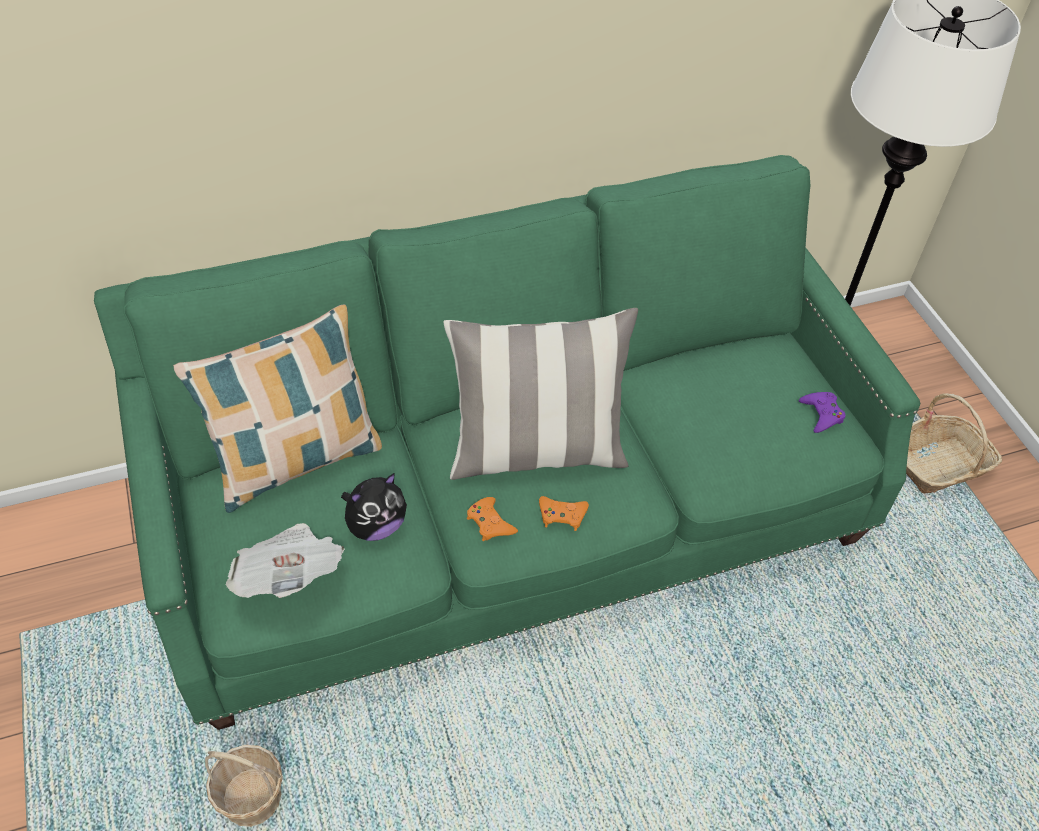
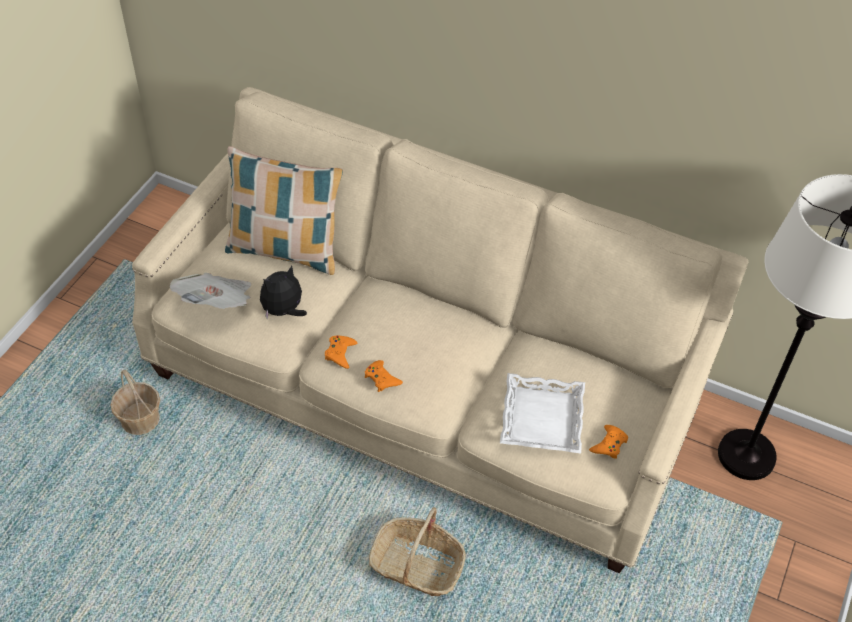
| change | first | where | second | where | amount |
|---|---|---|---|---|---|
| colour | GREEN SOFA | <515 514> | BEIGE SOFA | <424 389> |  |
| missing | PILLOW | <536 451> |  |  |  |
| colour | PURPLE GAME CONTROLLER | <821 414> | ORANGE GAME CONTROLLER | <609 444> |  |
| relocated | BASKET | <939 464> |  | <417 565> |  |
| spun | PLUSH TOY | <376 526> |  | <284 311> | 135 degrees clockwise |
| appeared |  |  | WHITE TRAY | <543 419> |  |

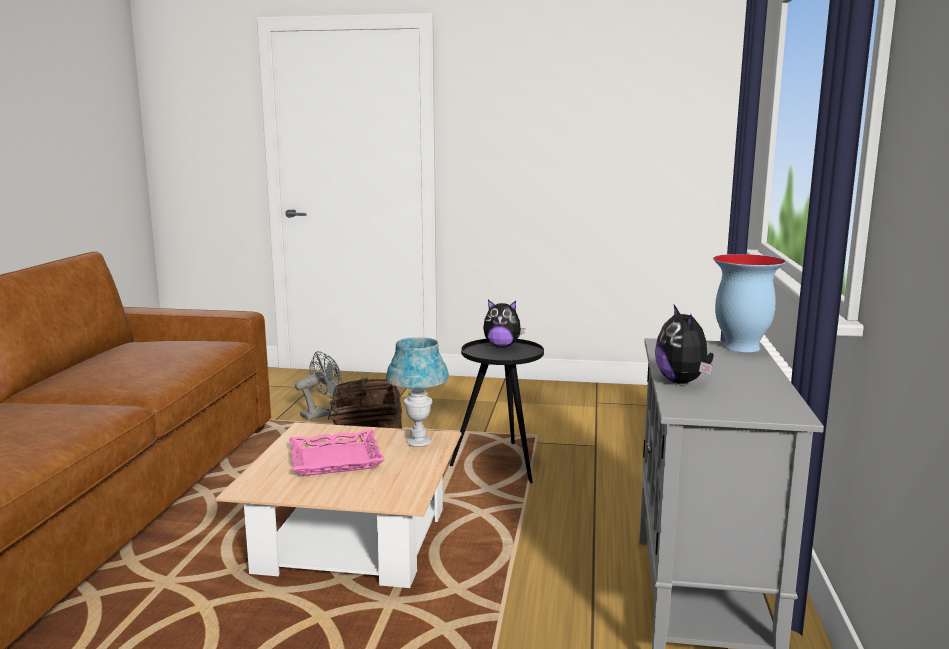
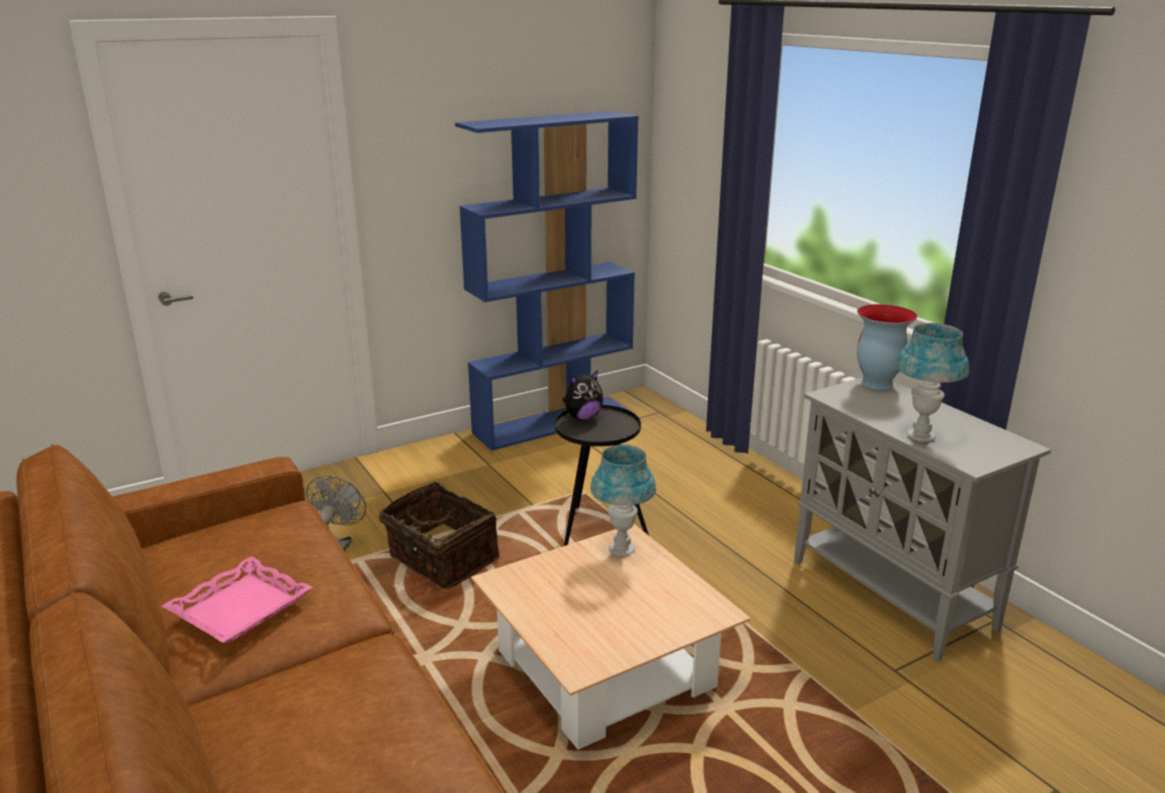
| change | first | where | second | where | amount |
|---|---|---|---|---|---|
| exchanged | PLUSH TOY | <683 382> | BLUE TABLE LAMP | <920 436> |  |
| relocated | PINK TRAY | <335 460> |  | <240 608> |  |
| appeared |  |  | BLUE BOOKCASE | <553 422> |  |

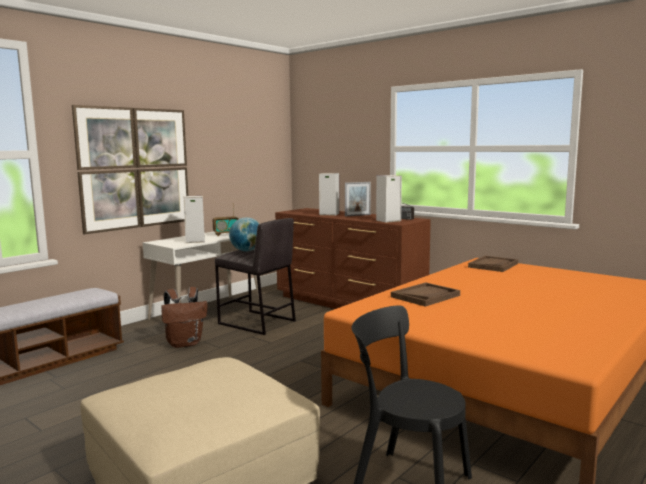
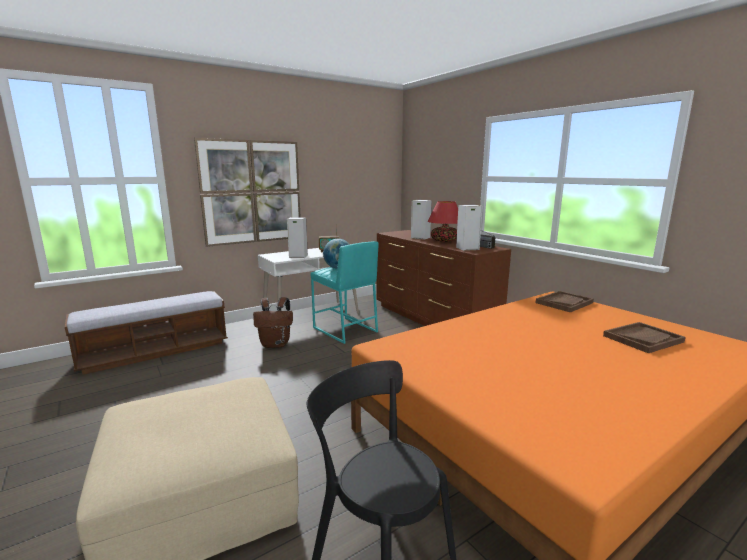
| change | first | where | second | where | amount |
|---|---|---|---|---|---|
| exchanged | PICTURE FRAME | <357 215> | RED TABLE LAMP | <444 240> |  |
| colour | GREY STOOL | <257 322> | TURQUOISE STOOL | <344 330> |  |
| relocated | BROWN TRAY | <425 296> |  | <642 339> |  |

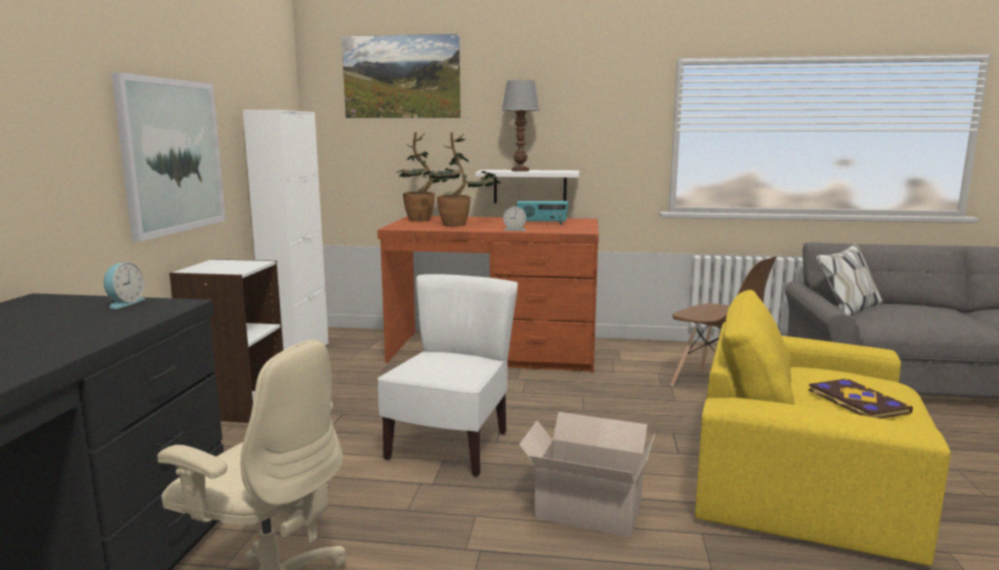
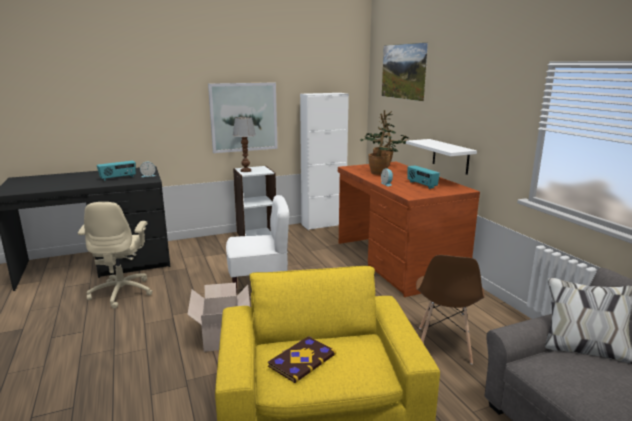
| change | first | where | second | where | amount |
|---|---|---|---|---|---|
| relocated | TABLE LAMP | <519 171> |  | <245 170> |  |
| appeared |  |  | RADIO | <118 178> |  |

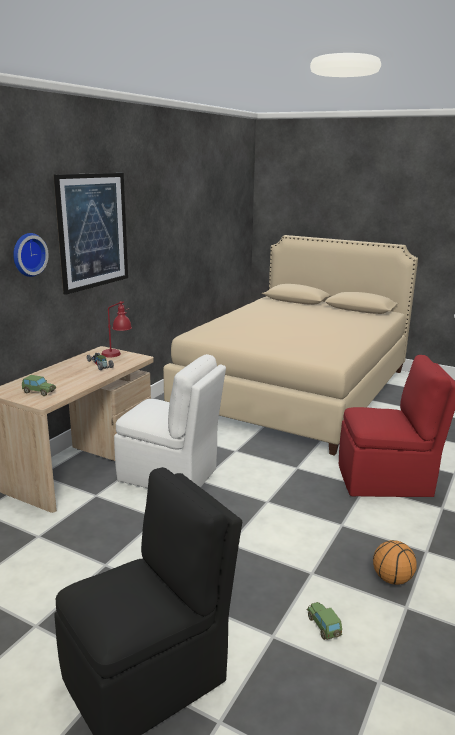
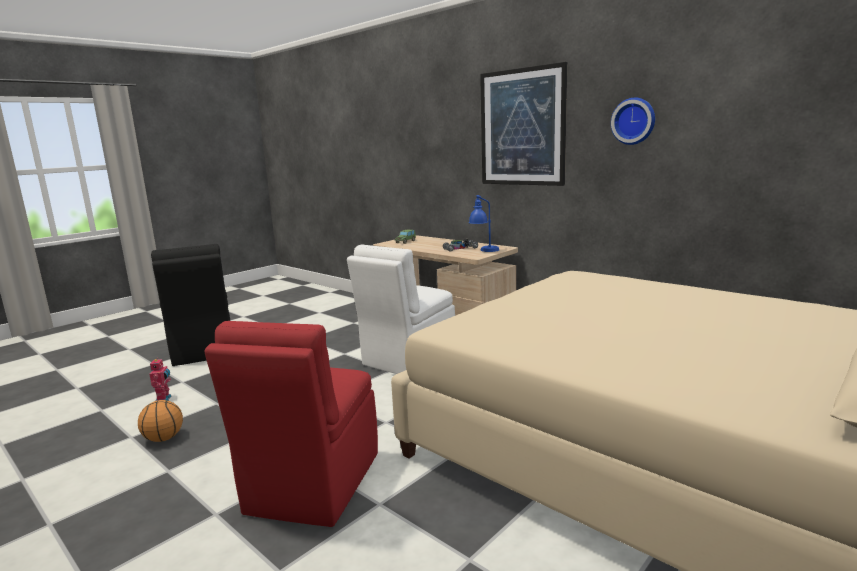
| change | first | where | second | where | amount |
|---|---|---|---|---|---|
| relocated | WALL CLOCK | <27 254> |  | <634 121> |  |
| colour | RED TABLE LAMP | <117 355> | BLUE TABLE LAMP | <484 251> |  |
| exchanged | TOY CAR | <323 626> | TOY ROBOT | <164 399> |  |

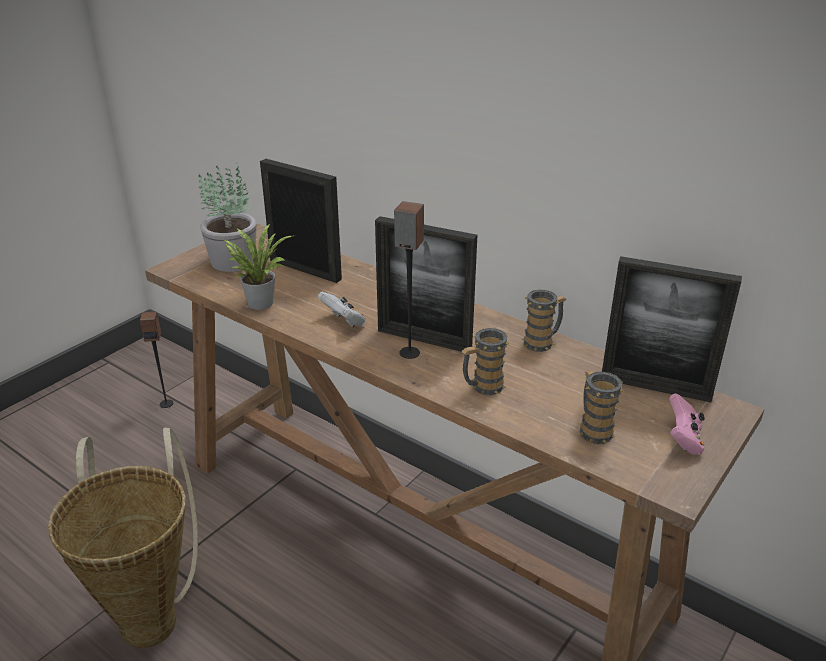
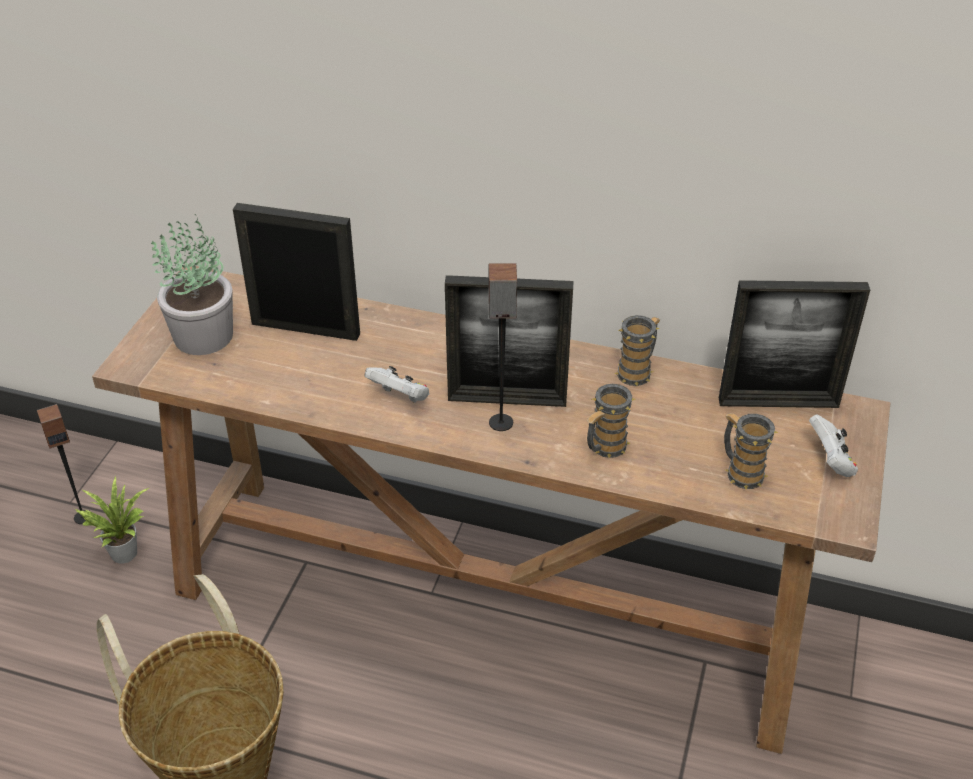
| change | first | where | second | where | amount |
|---|---|---|---|---|---|
| relocated | POTTED PLANT | <260 301> |  | <122 551> |  |
| colour | PINK GAME CONTROLLER | <683 440> | WHITE GAME CONTROLLER | <831 461> |  |

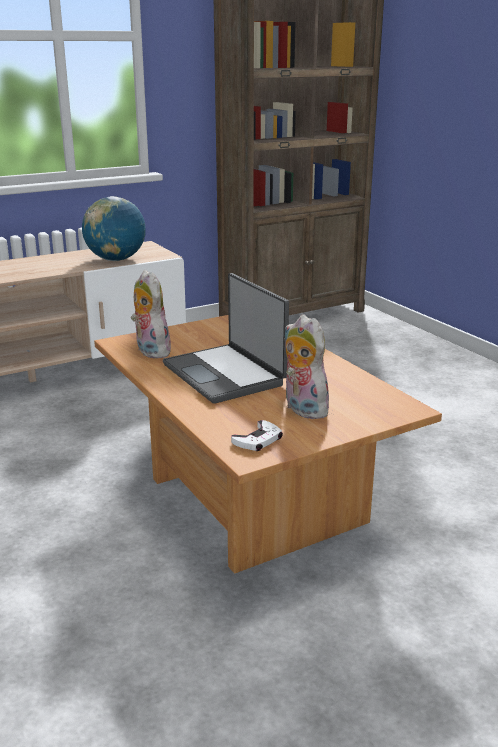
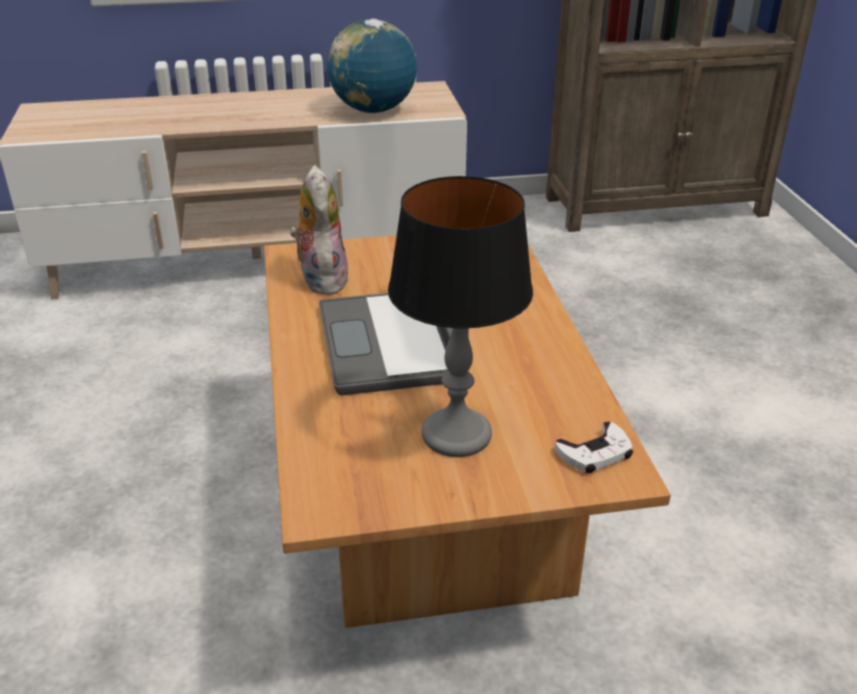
| change | first | where | second | where | amount |
|---|---|---|---|---|---|
| exchanged | PLUSH TOY | <302 409> | TABLE LAMP | <457 435> |  |
| relocated | WHITE GAME CONTROLLER | <258 440> |  | <595 453> |  |

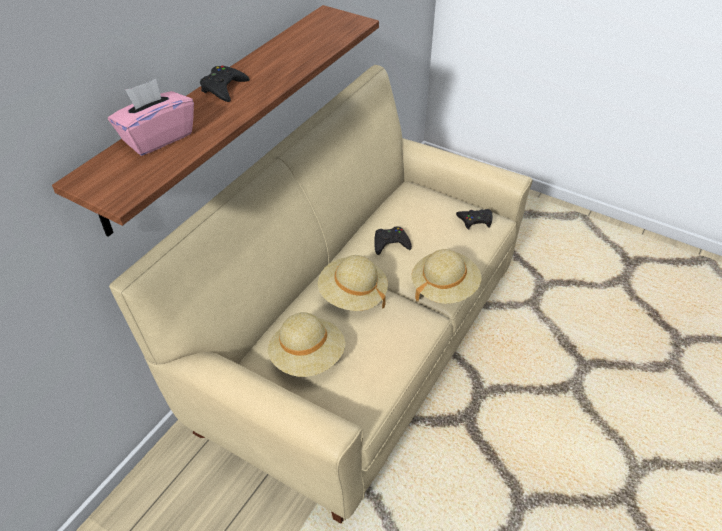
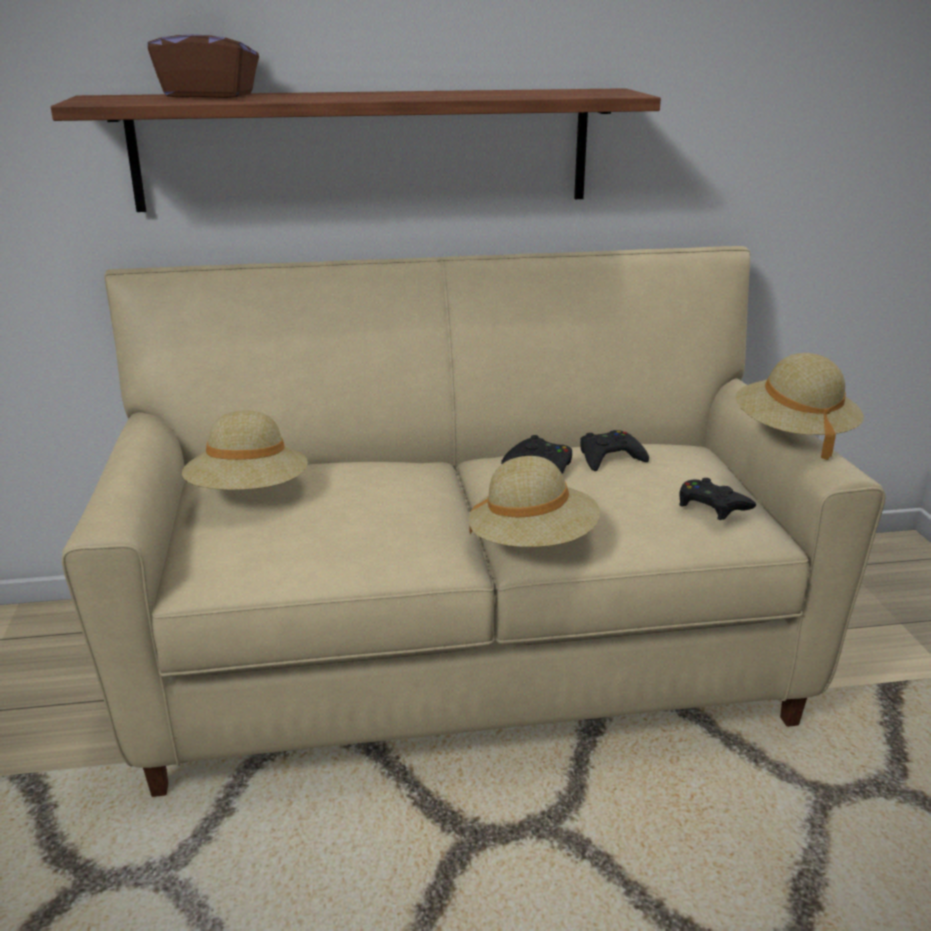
| change | first | where | second | where | amount |
|---|---|---|---|---|---|
| relocated | BLACK GAME CONTROLLER | <224 88> |  | <610 457> |  |
| colour | PINK TISSUE BOX | <157 138> | BROWN TISSUE BOX | <209 95> |  |
| relocated | BEIGE HAT | <352 295> |  | <793 434> |  |

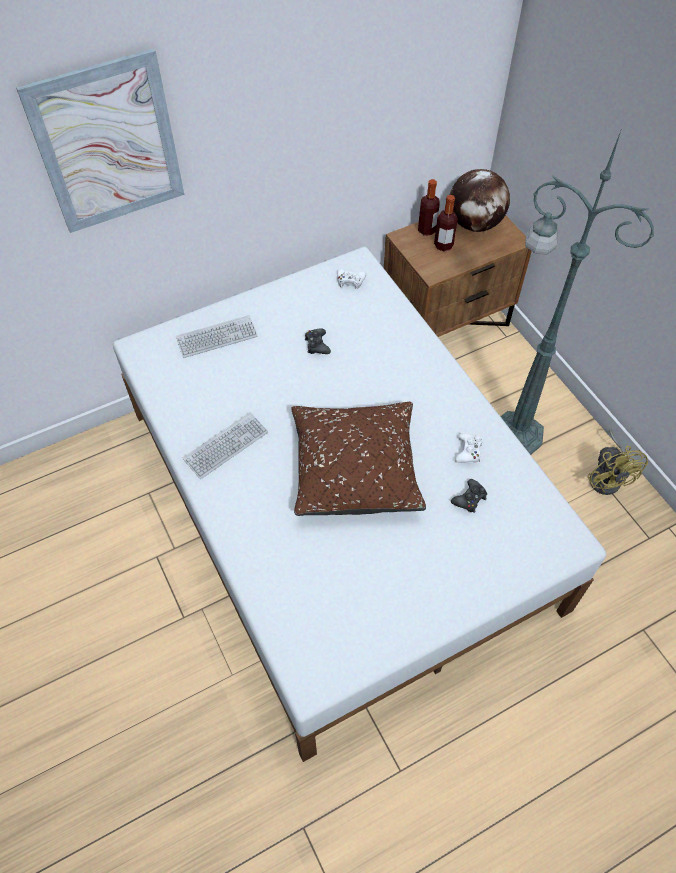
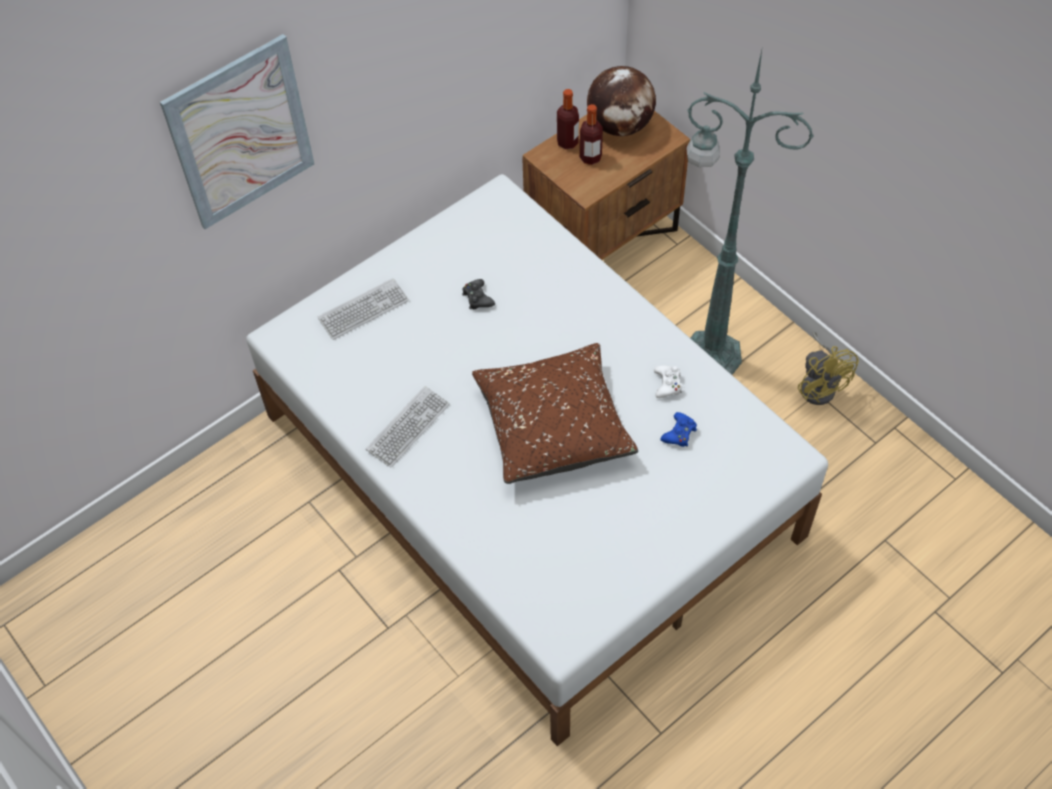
| change | first | where | second | where | amount |
|---|---|---|---|---|---|
| missing | WHITE GAME CONTROLLER | <350 281> |  |  |  |
| colour | BLACK GAME CONTROLLER | <469 499> | BLUE GAME CONTROLLER | <679 433> |  |

